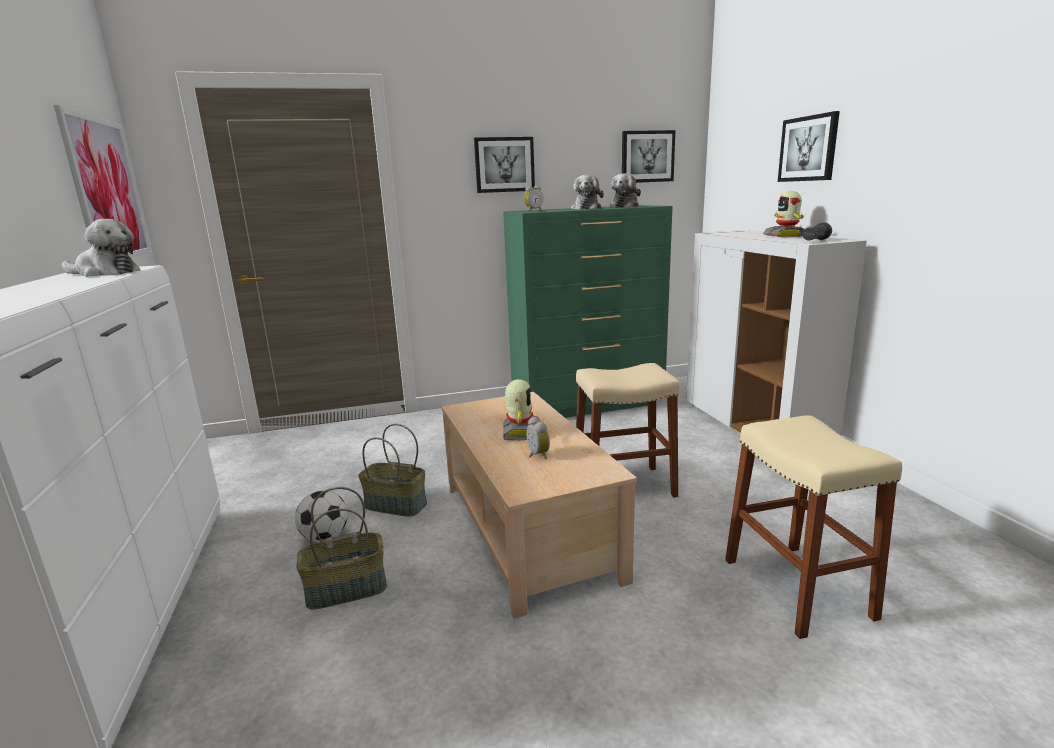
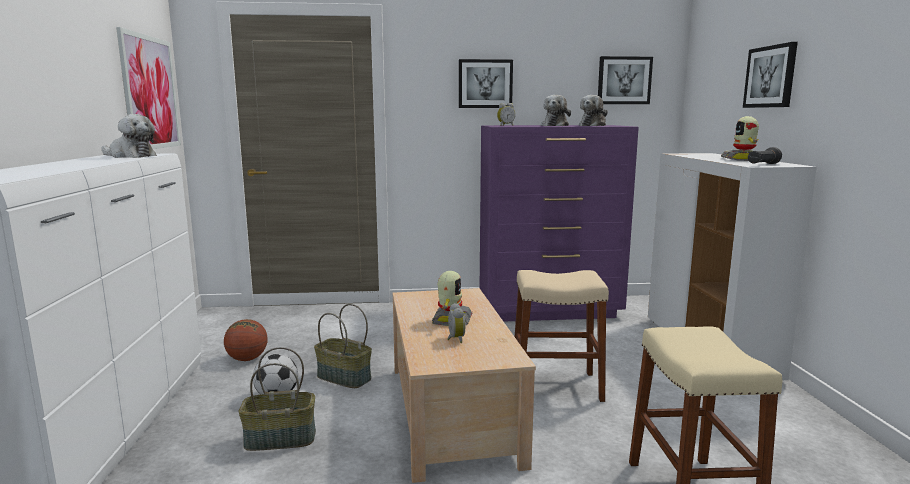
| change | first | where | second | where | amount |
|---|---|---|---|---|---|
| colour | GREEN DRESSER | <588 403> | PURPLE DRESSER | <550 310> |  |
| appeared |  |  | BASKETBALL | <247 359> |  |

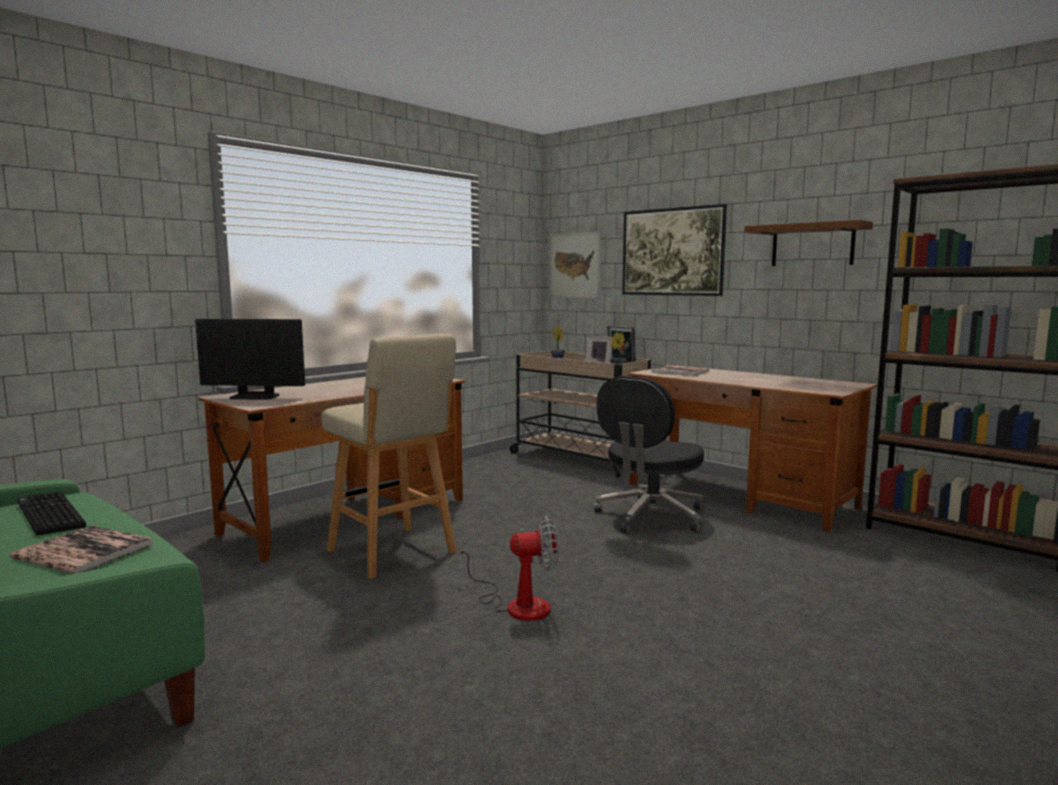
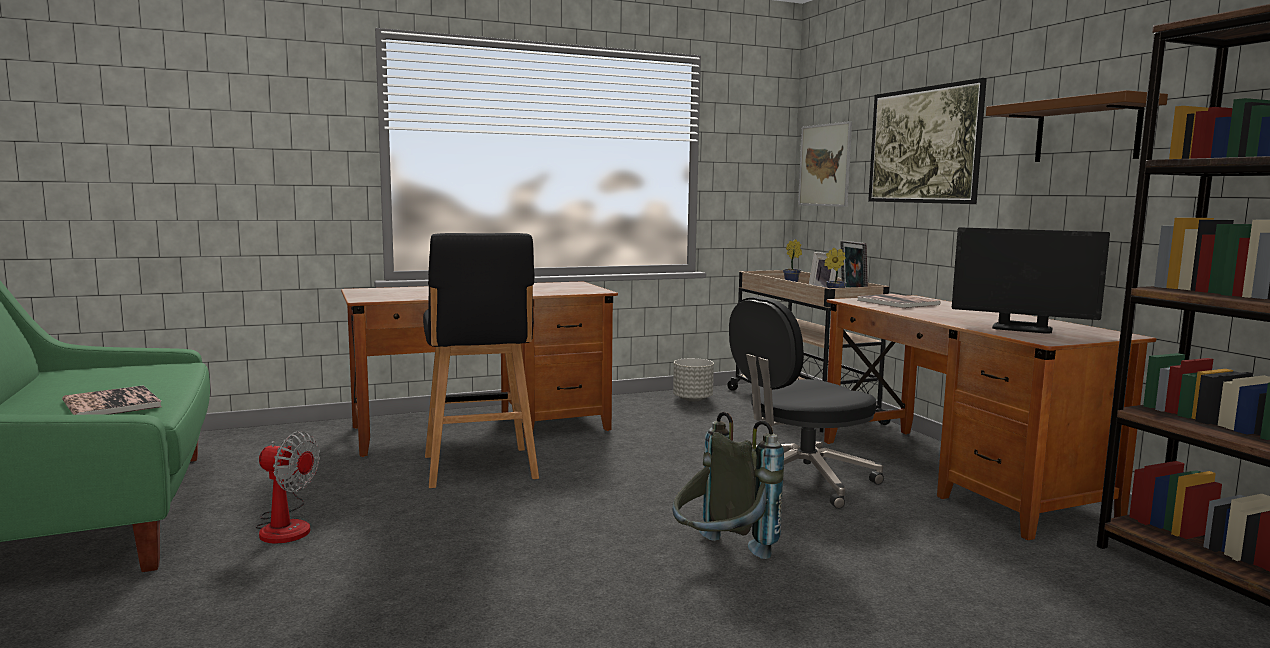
| change | first | where | second | where | amount |
|---|---|---|---|---|---|
| relocated | MONITOR | <255 397> |  | <1022 328> |  |
| colour | BEIGE STOOL | <393 553> | BLACK STOOL | <480 469> |  |
| missing | KEYBOARD | <47 515> |  |  |  |
| relocated | FAN | <517 604> |  | <285 526> |  |
| appeared |  |  | GREY PLANTER | <693 399> |  |
| appeared |  |  | GREY BACKPACK | <721 557> |  |

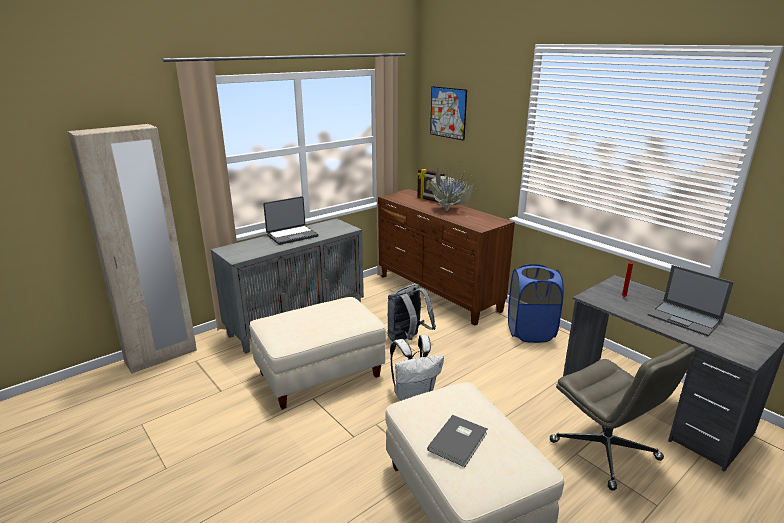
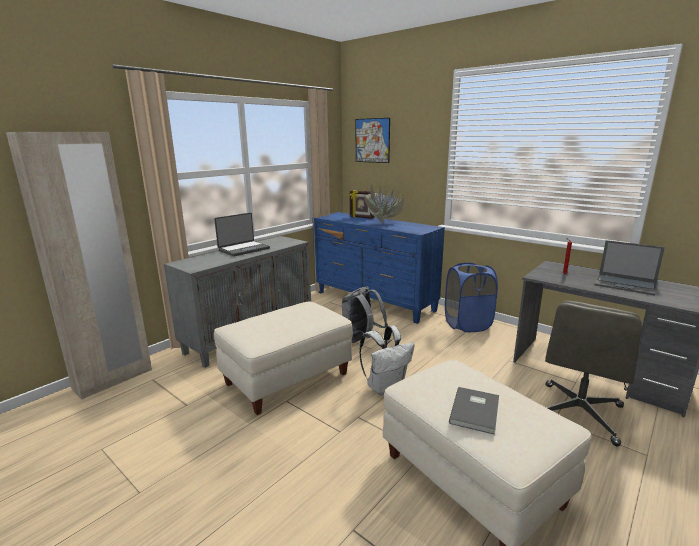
| change | first | where | second | where | amount |
|---|---|---|---|---|---|
| colour | BROWN DRESSER | <437 293> | BLUE DRESSER | <374 301> |  |
| spun | GREY OFFICE CHAIR | <606 451> |  | <578 413> | 75 degrees clockwise |

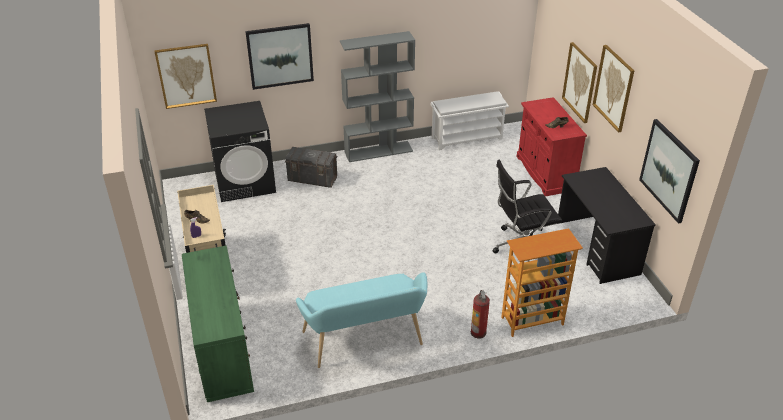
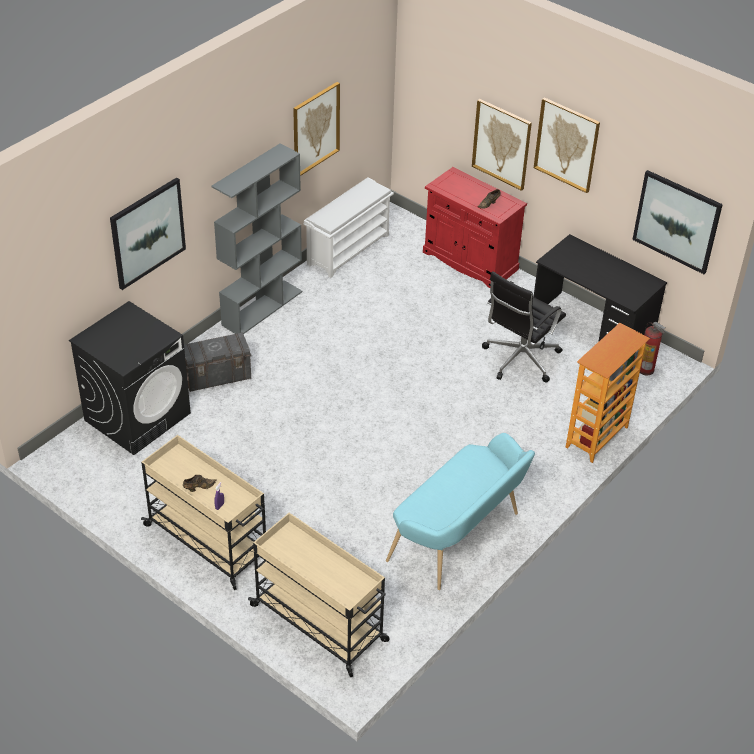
| change | first | where | second | where | amount |
|---|---|---|---|---|---|
| relocated | PICTURE | <186 76> |  | <315 129> |  |
| exchanged | GREEN DRESSER | <222 350> | BEIGE CART | <320 624> |  |
| relocated | FIRE EXTINGUISHER | <478 332> |  | <646 369> |  |

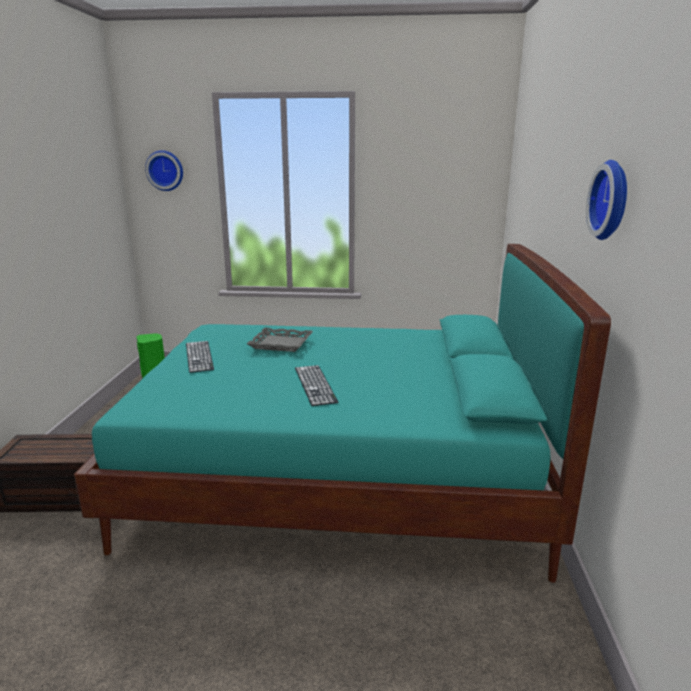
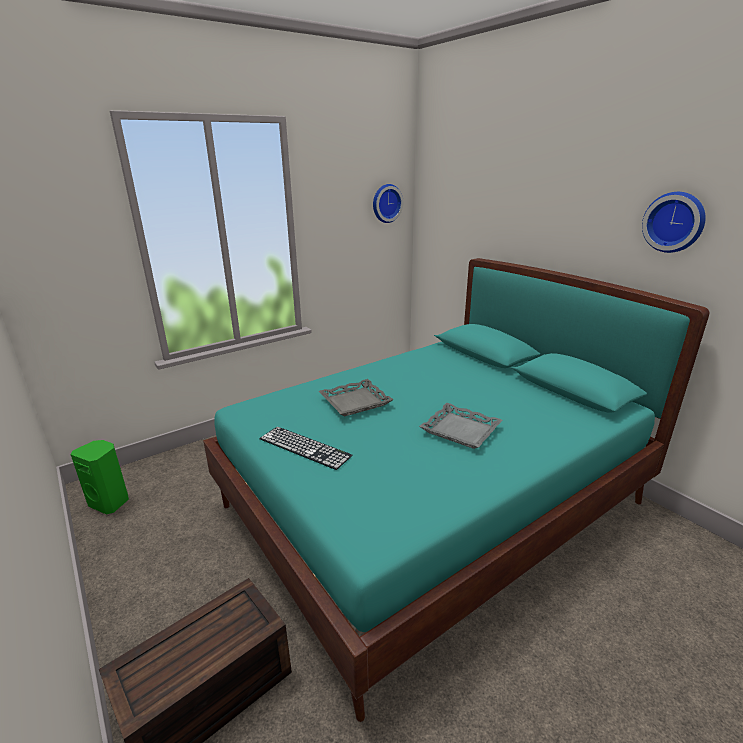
| change | first | where | second | where | amount |
|---|---|---|---|---|---|
| relocated | WALL CLOCK | <165 170> |  | <386 203> |  |
| exchanged | KEYBOARD | <315 384> | GREY TRAY | <461 430> |  |

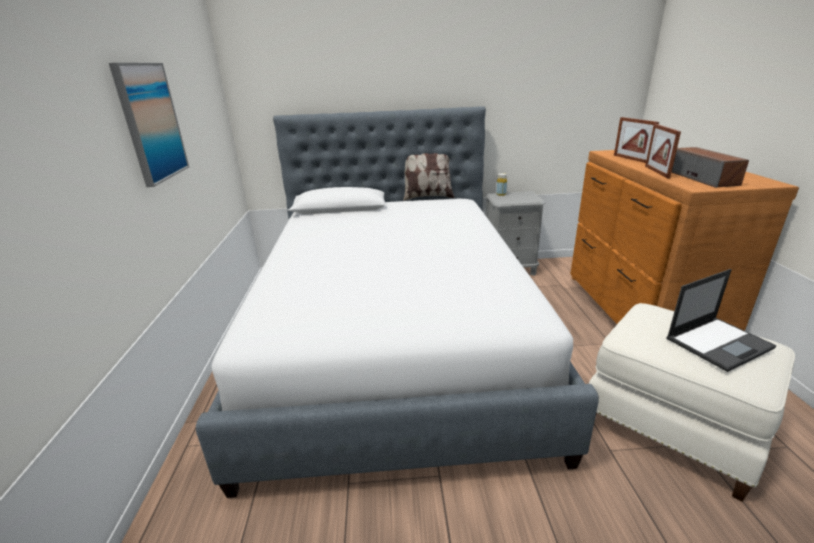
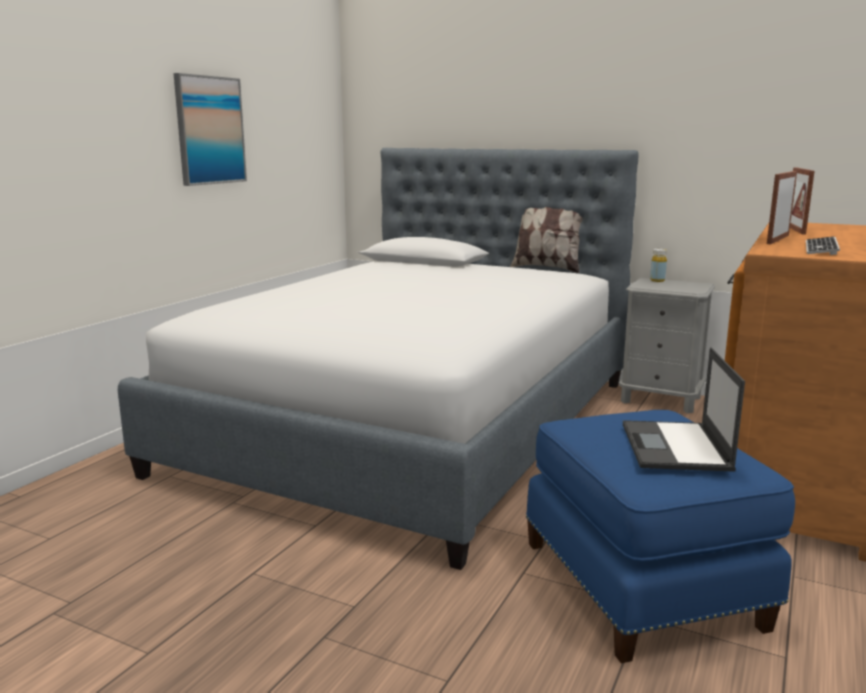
| change | first | where | second | where | amount |
|---|---|---|---|---|---|
| exchanged | SPEAKER | <702 178> | KEYBOARD | <821 248> |  |
| spun | LAPTOP | <719 342> |  | <676 447> | 90 degrees clockwise |
| colour | WHITE OTTOMAN | <671 424> | BLUE OTTOMAN | <643 583> |  |

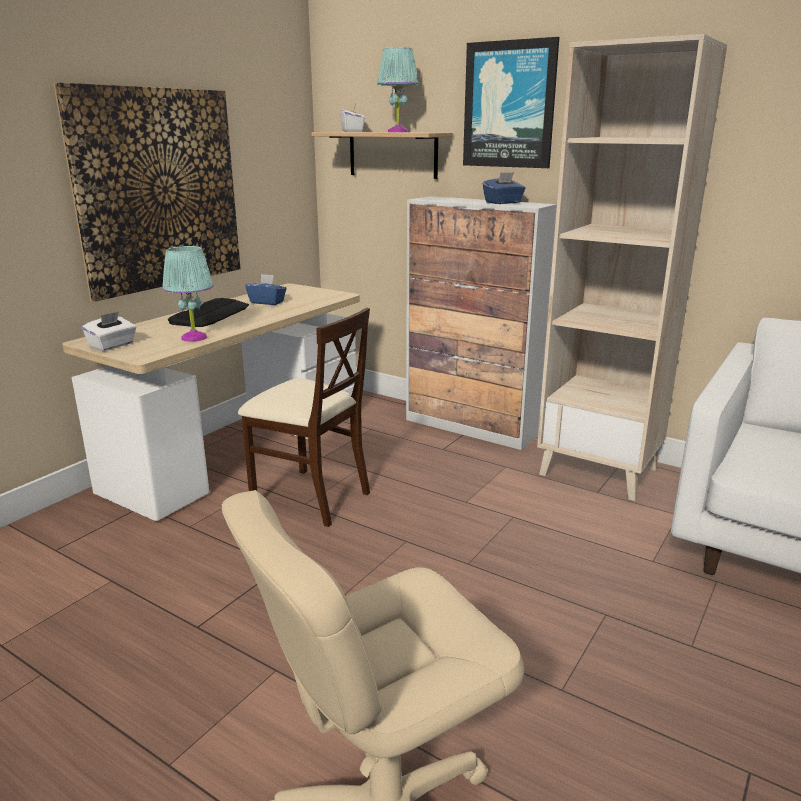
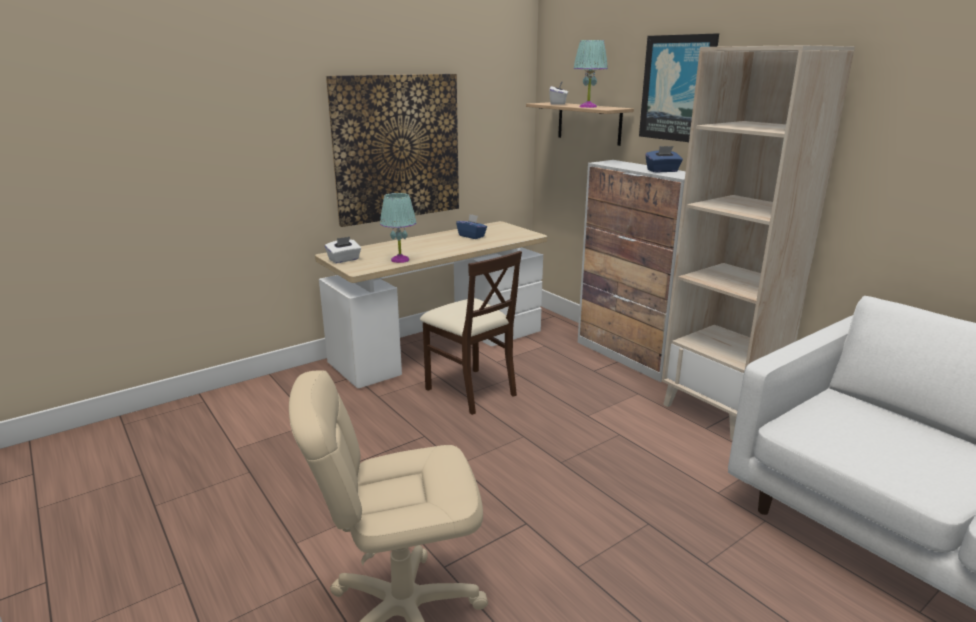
| change | first | where | second | where | amount |
|---|---|---|---|---|---|
| missing | KEYBOARD | <211 314> |  |  |  |

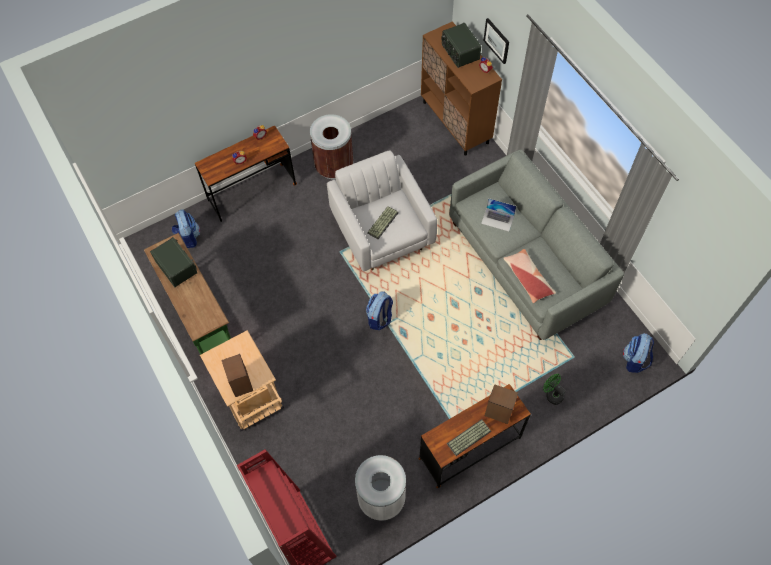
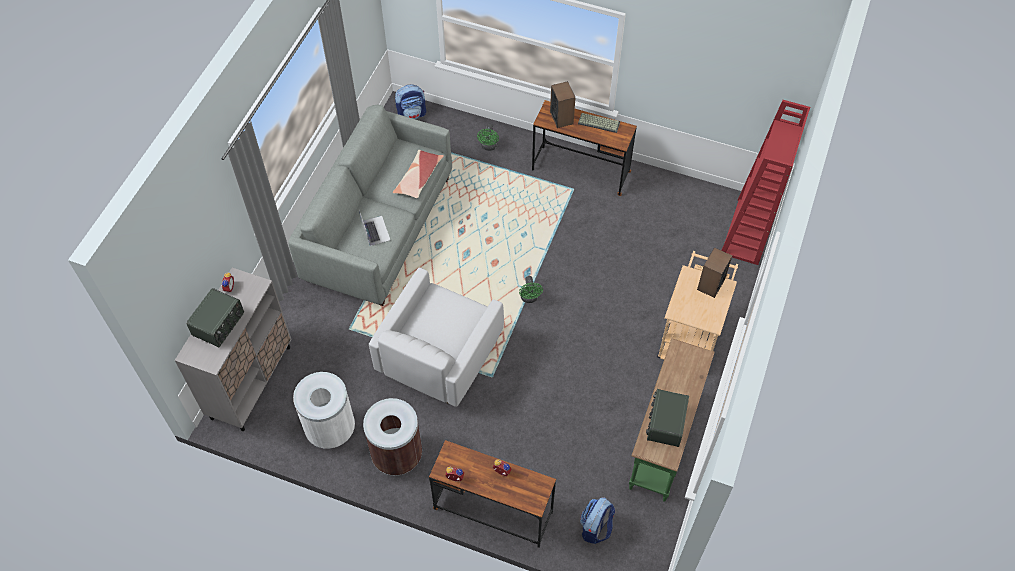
| change | first | where | second | where | amount |
|---|---|---|---|---|---|
| missing | PICTURE | <497 40> |  |  |  |
| colour | BROWN CABINET | <455 122> | GREY CABINET | <251 382> |  |
| missing | KEYBOARD | <382 222> |  |  |  |
| exchanged | BACKPACK | <380 318> | GREEN FAN | <530 298> |  |
| relocated | WHITE TRASH CAN | <381 498> |  | <331 429> |  |

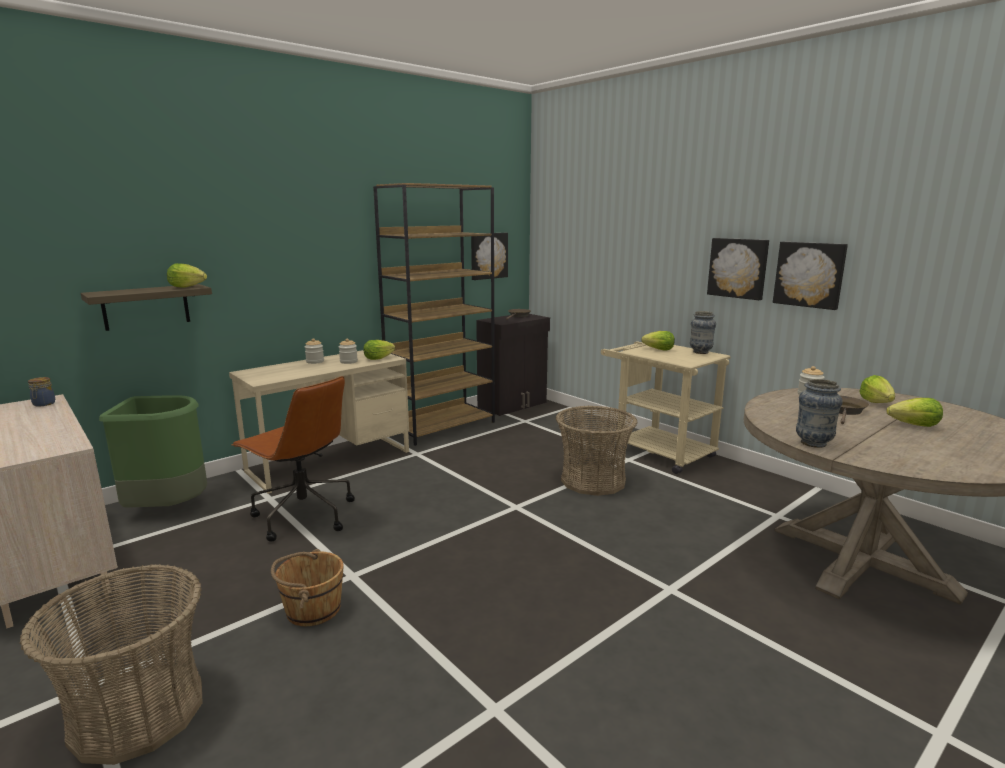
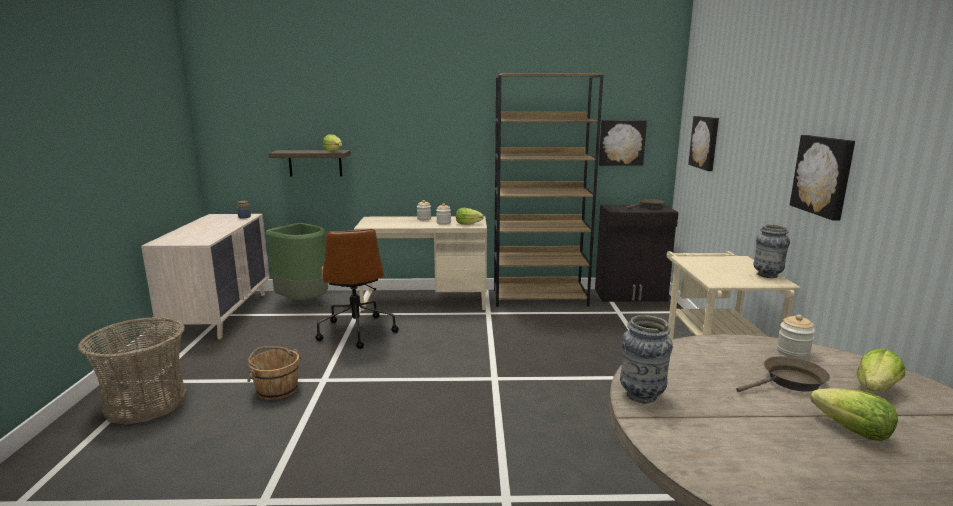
| change | first | where | second | where | amount |
|---|---|---|---|---|---|
| relocated | PICTURE | <809 274> |  | <705 142> |  |
| missing | LETTUCE | <659 350> |  |  |  |
| missing | BASKET | <593 480> |  |  |  |

